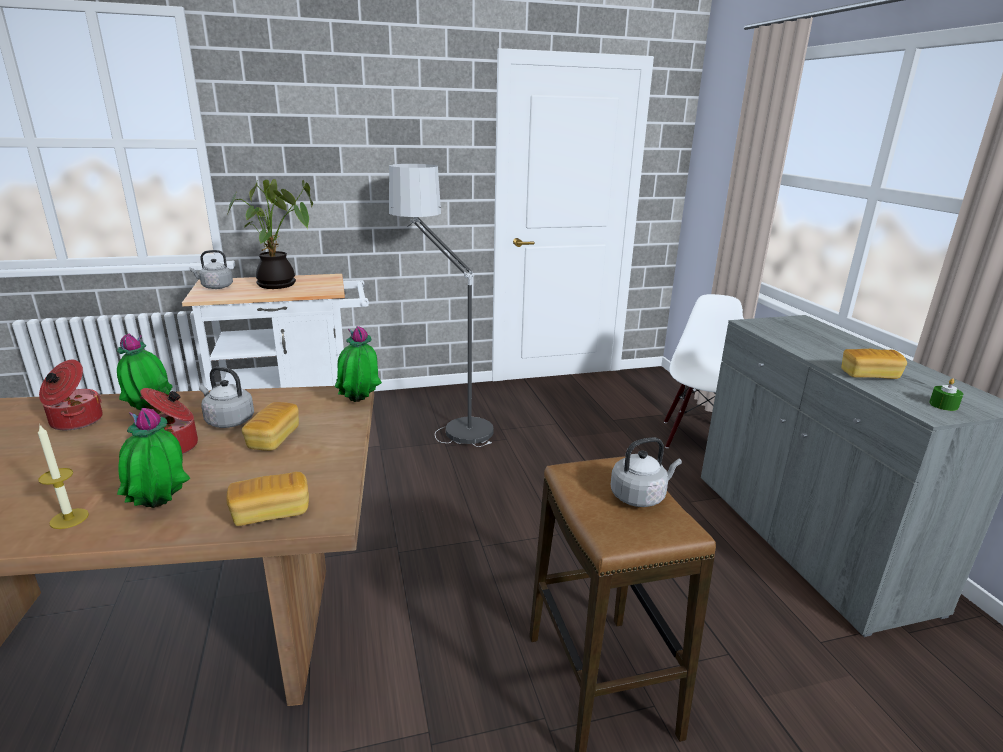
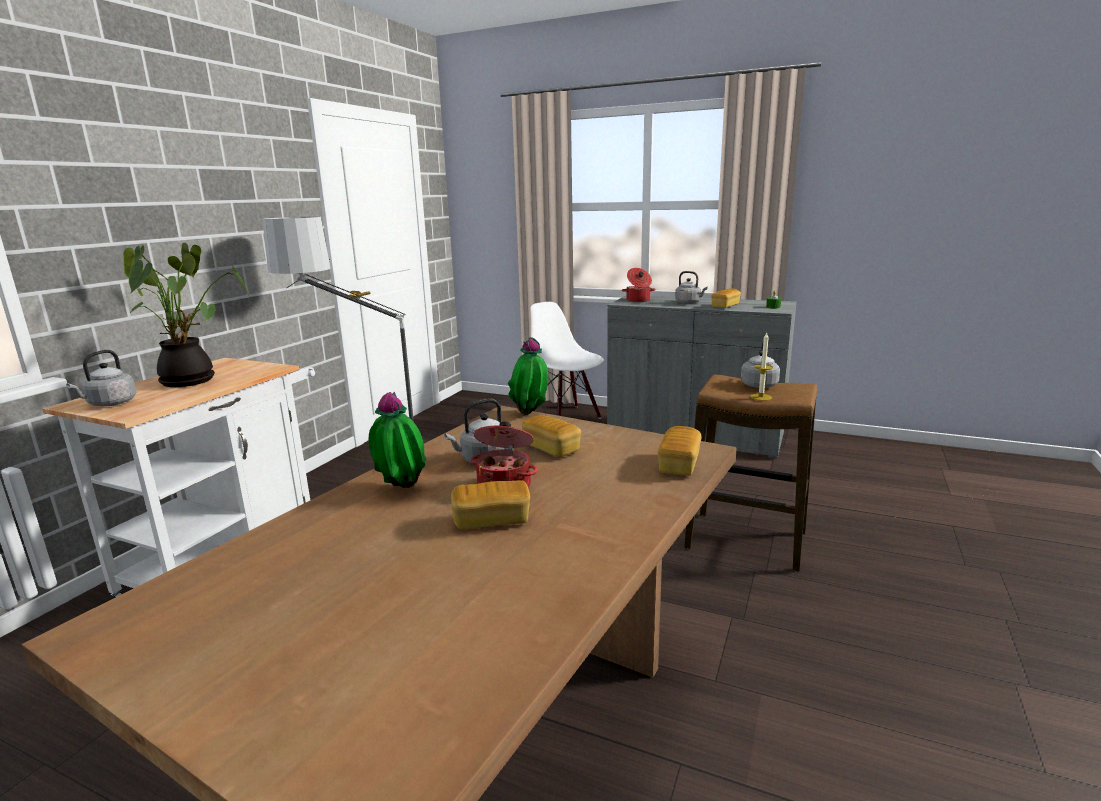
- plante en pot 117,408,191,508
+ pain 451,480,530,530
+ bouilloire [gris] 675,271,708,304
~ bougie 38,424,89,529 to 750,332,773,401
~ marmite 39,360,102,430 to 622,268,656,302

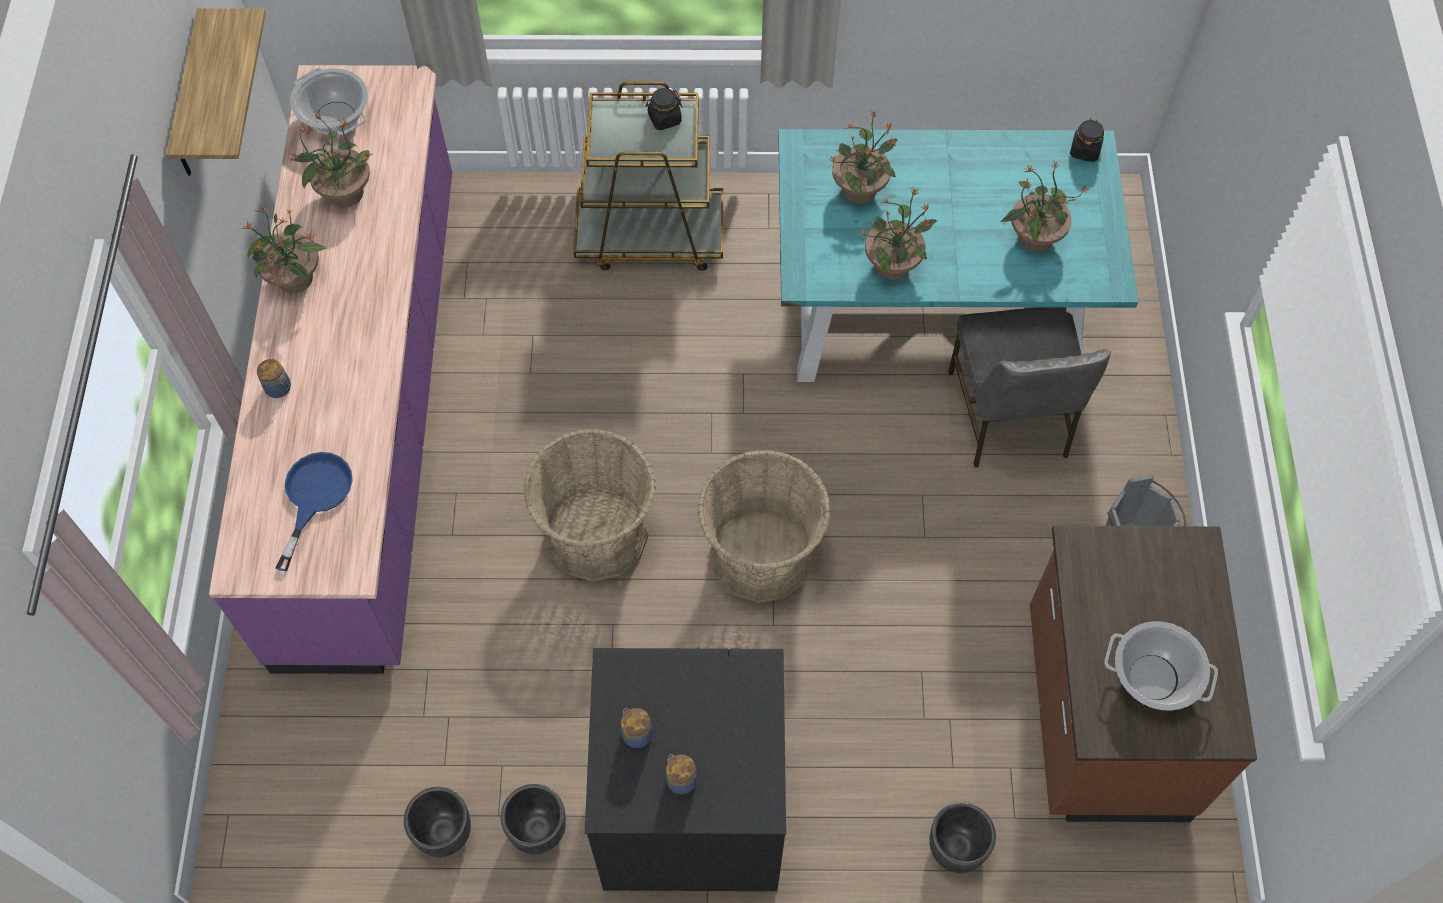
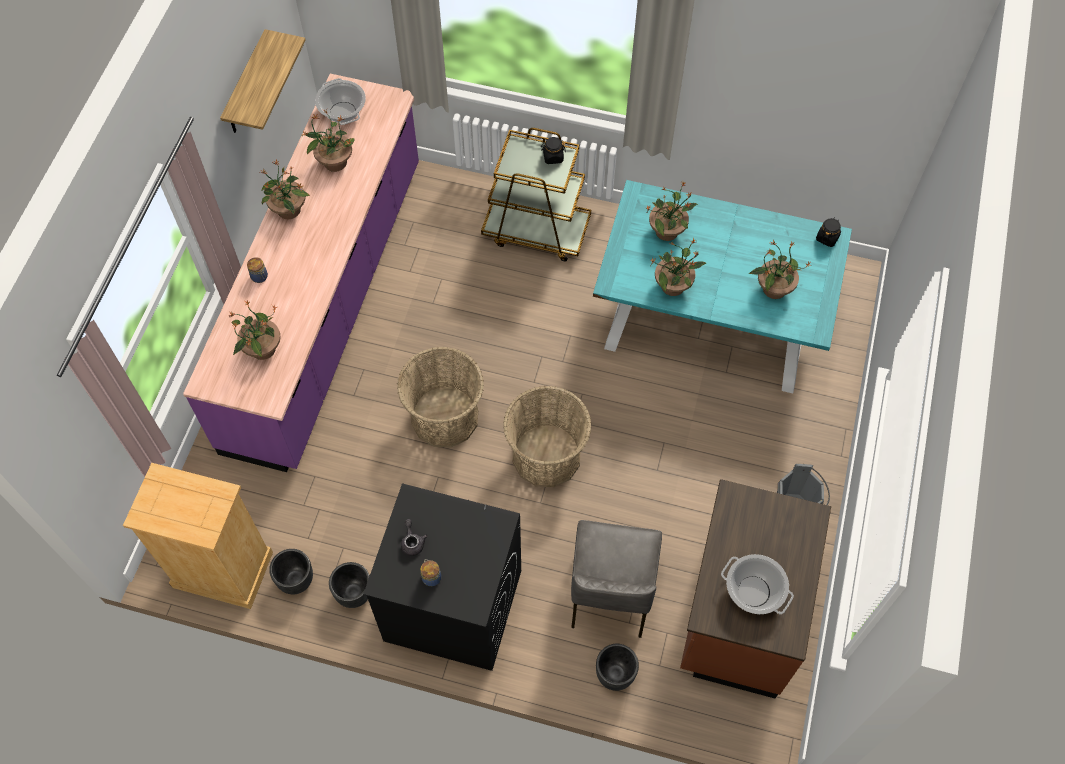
+ commode [beige] 123,463,273,609
~ chaise [gris] 948,307,1111,468 to 571,520,662,638
~ poêle [bleu] 275,452,353,571 to plante en pot 228,300,281,360
~ bocal 621,708,653,748 to théière [gris] 401,519,428,556

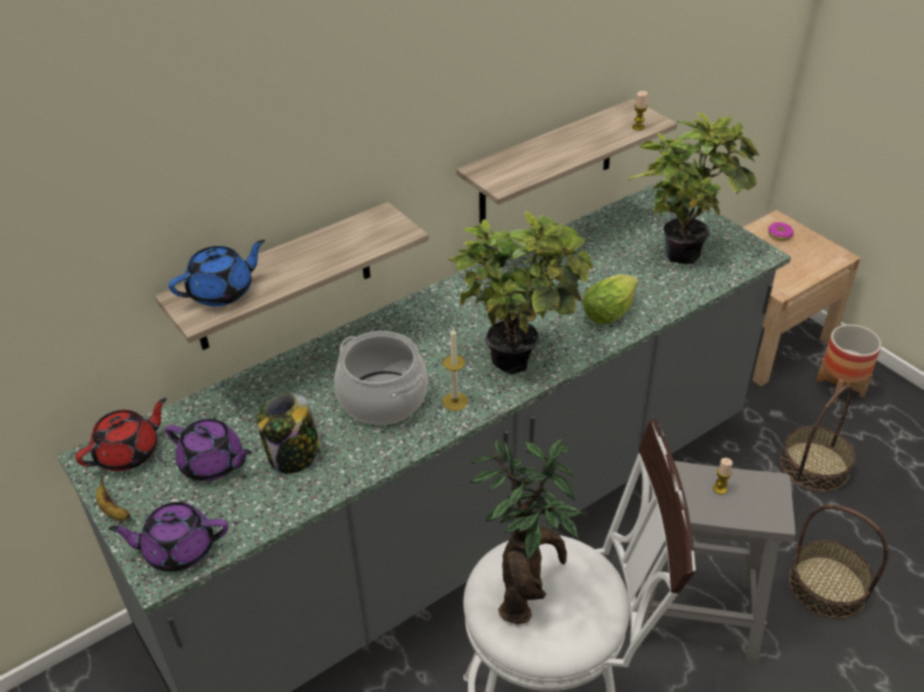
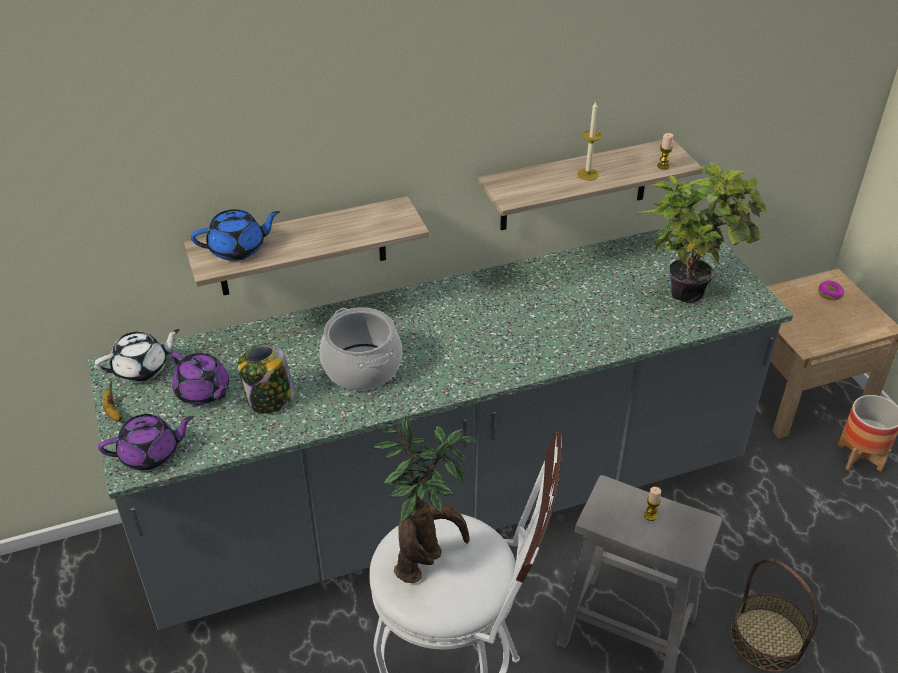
- plante en pot 448,211,593,375
- laitue 582,274,638,324
- panier 780,385,855,492
~ bougie 442,328,468,411 to 577,101,601,181
~ théière [rouge] 75,398,167,471 to théière [blanc] 95,329,180,382
~ théière [violet] 108,502,229,572 = 98,414,194,471 150 degrees clockwise

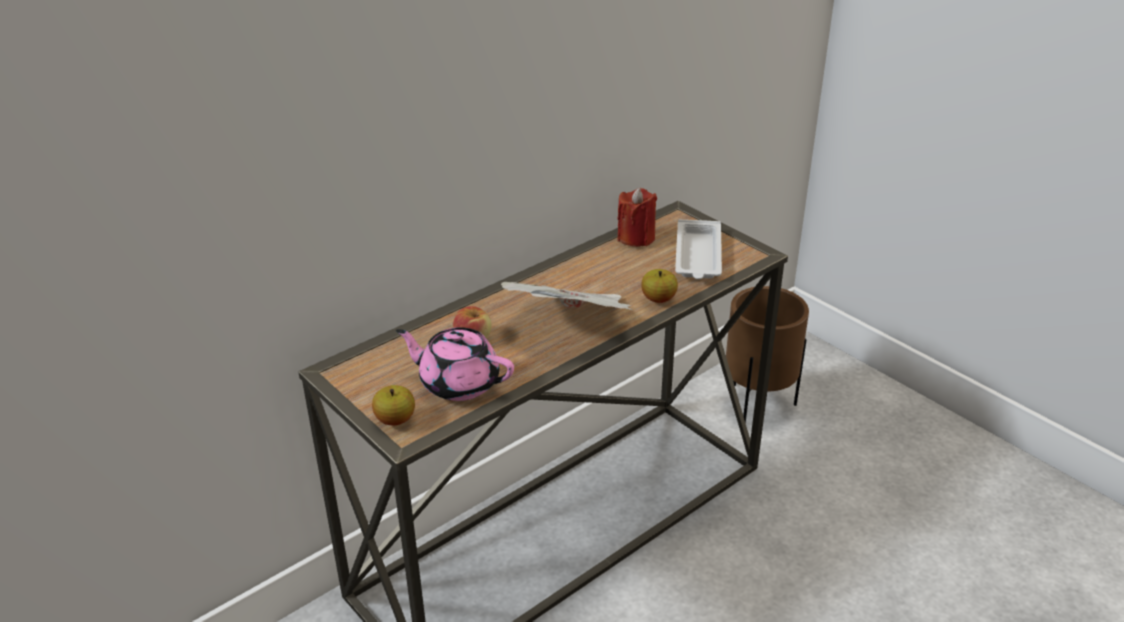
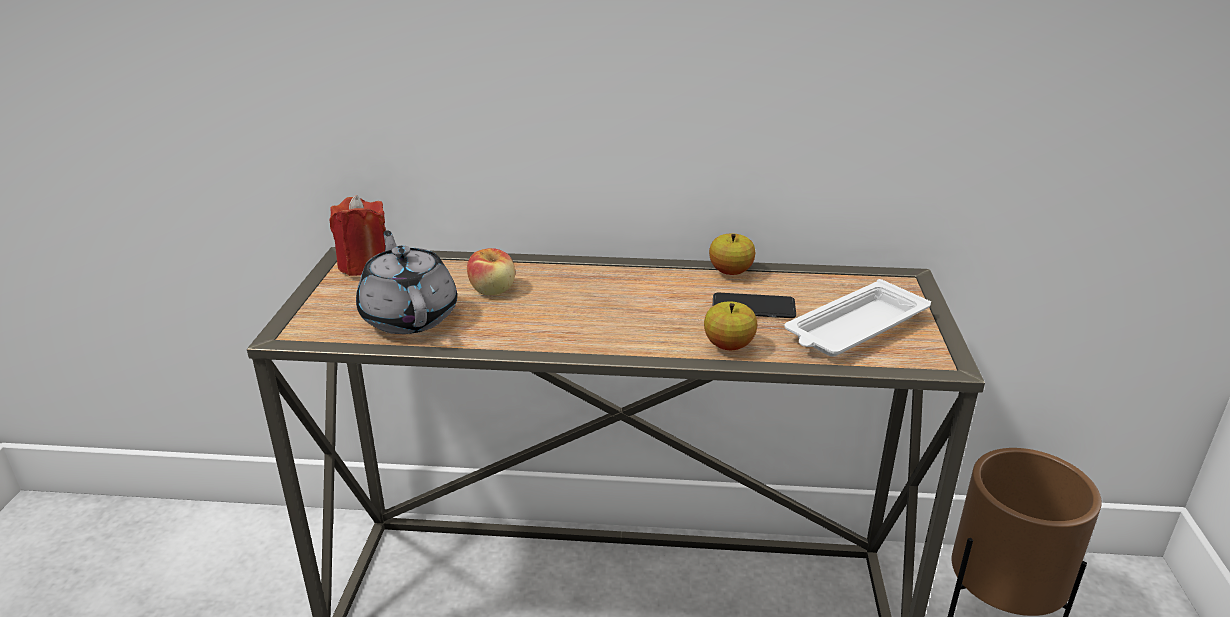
- journal 501,282,632,310
+ téléphone 713,293,796,318
~ pomme 372,385,415,426 to 709,234,755,275
~ bougie [rouge] 617,188,657,247 to 330,195,386,276
~ théière [rose] 396,327,514,401 to théière [gris] 356,230,457,334

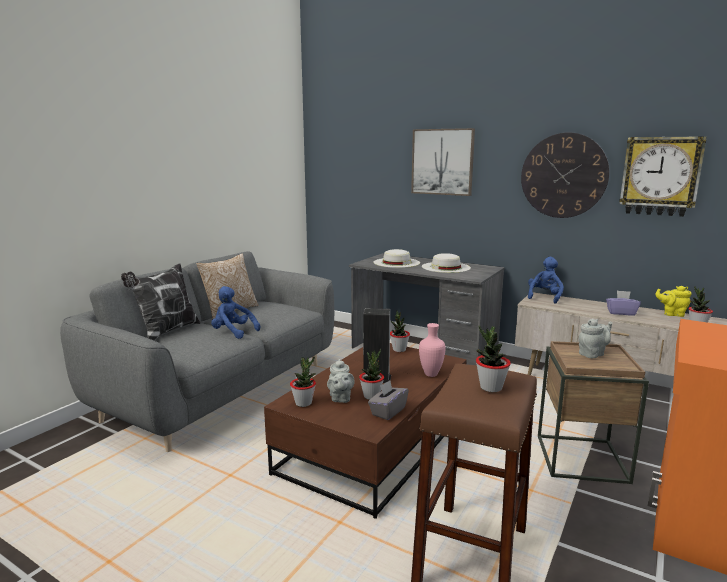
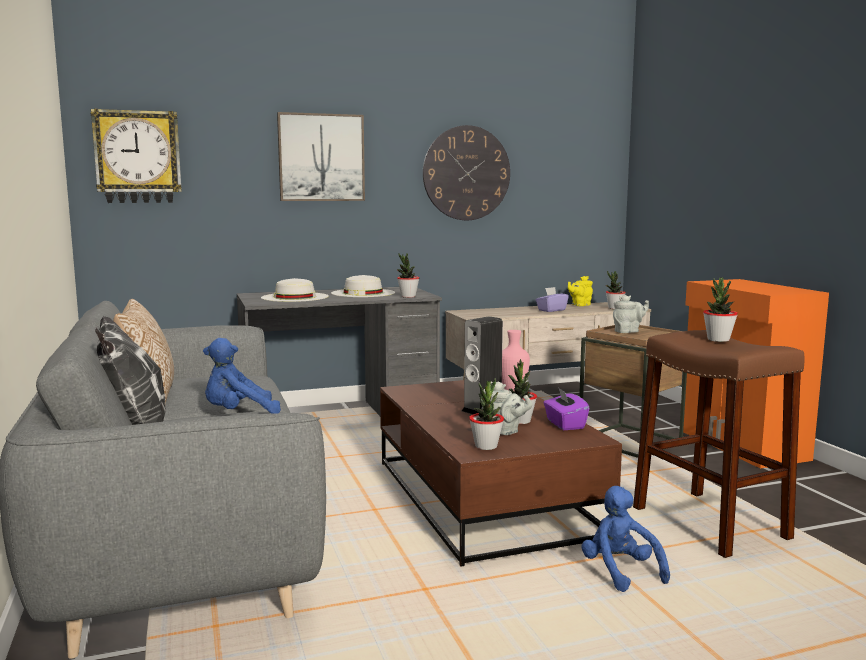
~ plante en pot 390,311,410,352 to 397,253,420,298
~ peluche [bleu] 528,257,564,304 to 581,486,670,592
~ horloge murale 619,136,707,217 to 91,108,182,203
~ boîte à mouchoirs [gris] 368,380,409,420 to boîte à mouchoirs [violet] 543,387,589,430
~ théière [gris] 579,319,613,358 = 613,295,649,333 60 degrees clockwise

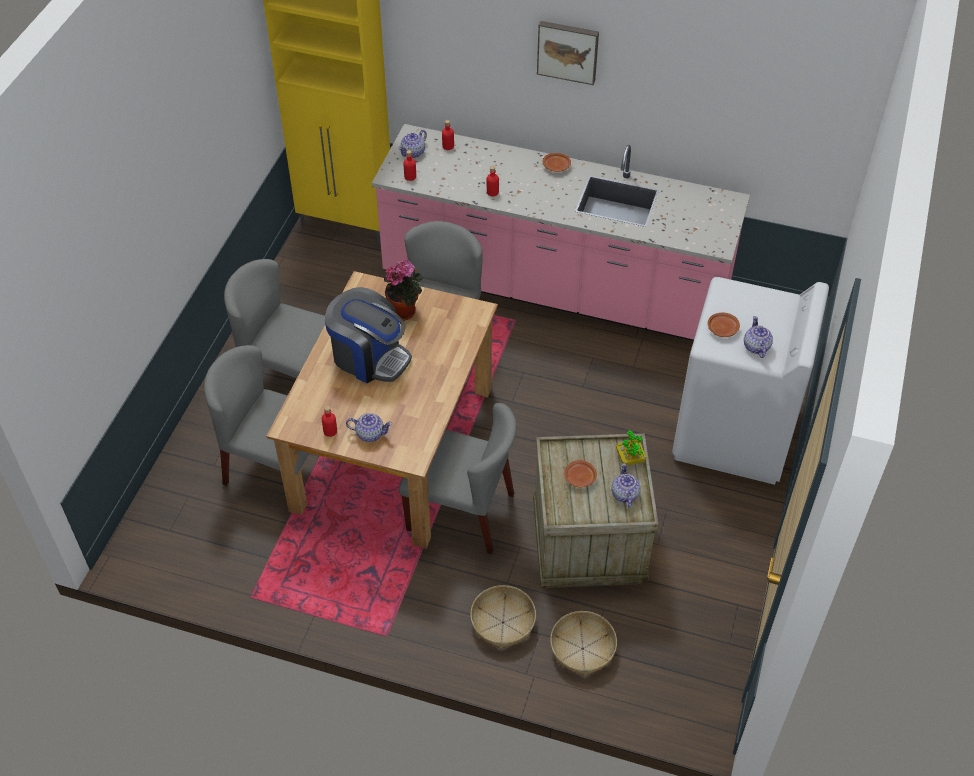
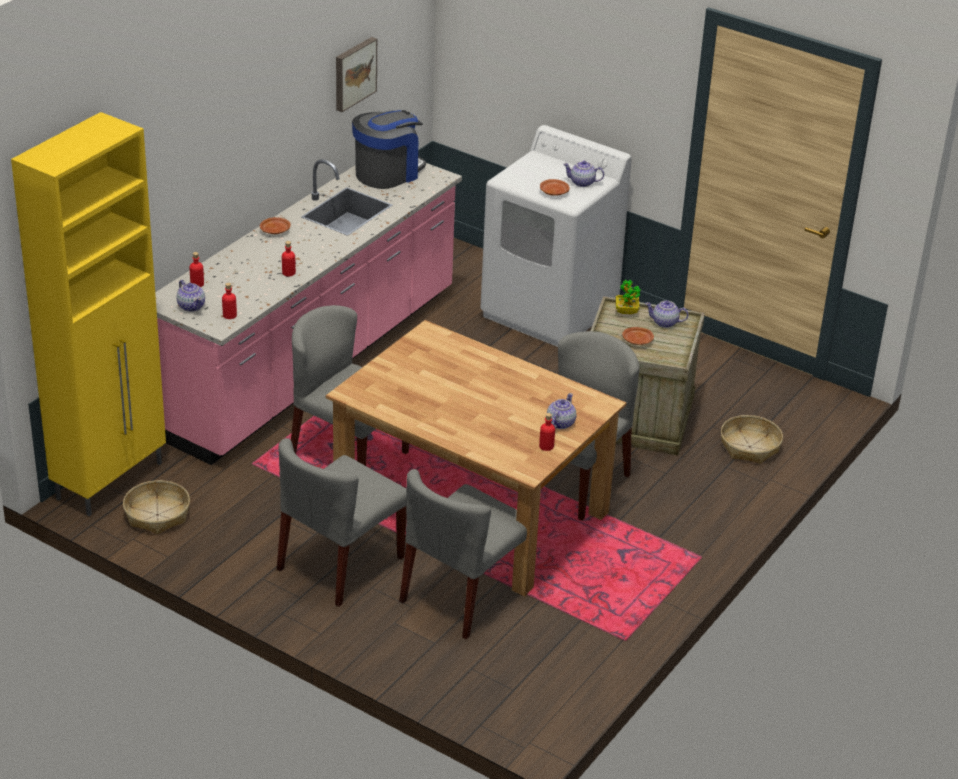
- plante en pot 384,260,423,320
~ machine à café 325,287,412,383 to 352,110,426,189
~ panier 470,585,536,649 to 123,480,190,534
~ tableau 537,21,599,85 to 336,37,377,112

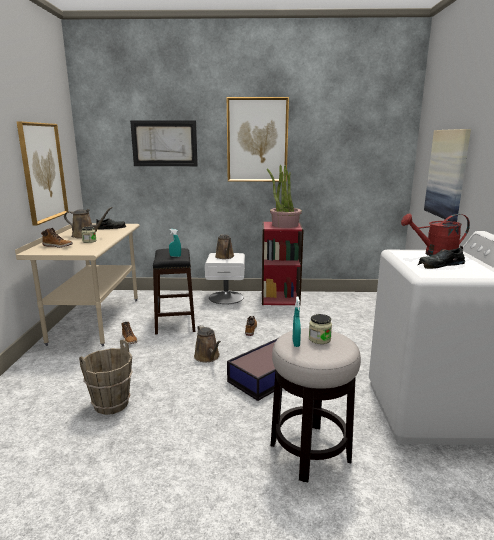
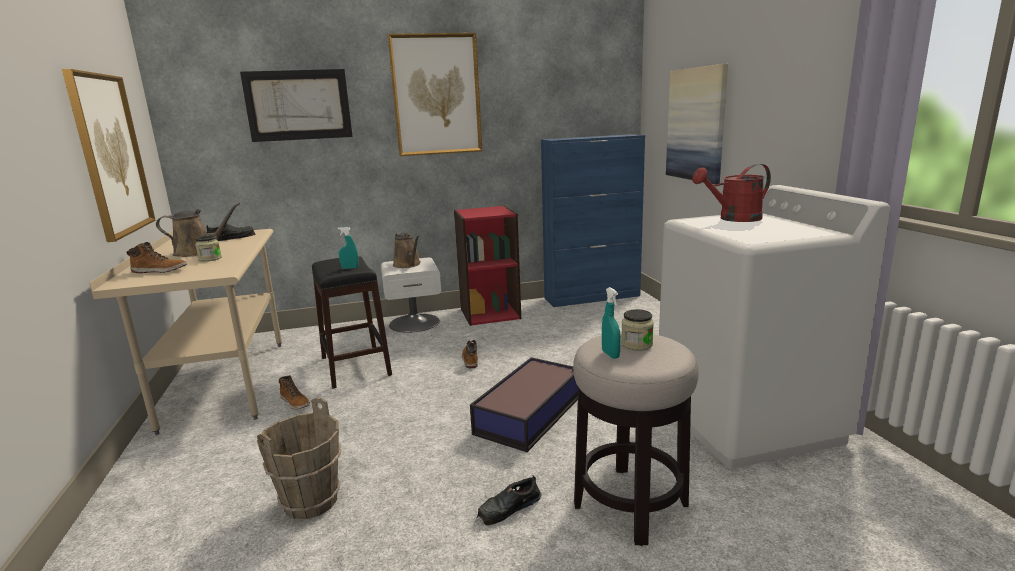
- arrosoir [marron] 194,325,221,362
- plante en pot 267,165,302,228
+ meuble de rangement [bleu] 541,134,645,307
~ chaussure [noir] 418,246,465,269 to 476,475,541,525

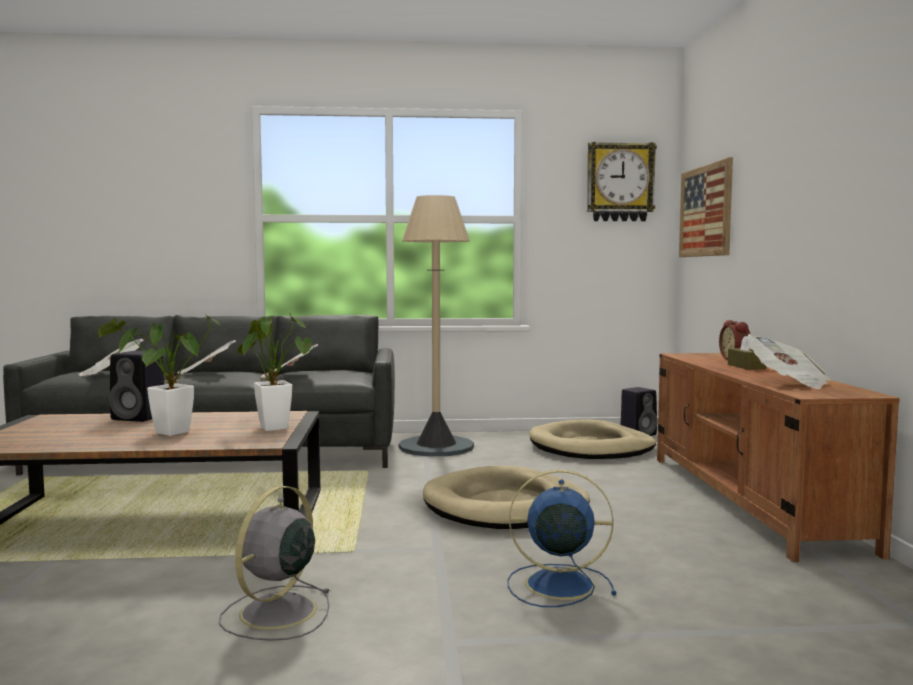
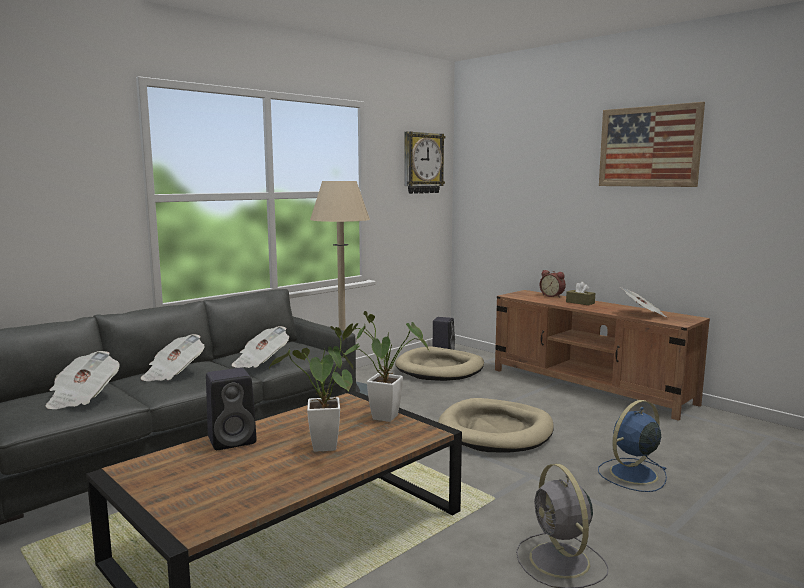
~ tableau 679,157,733,257 to 599,102,705,187

